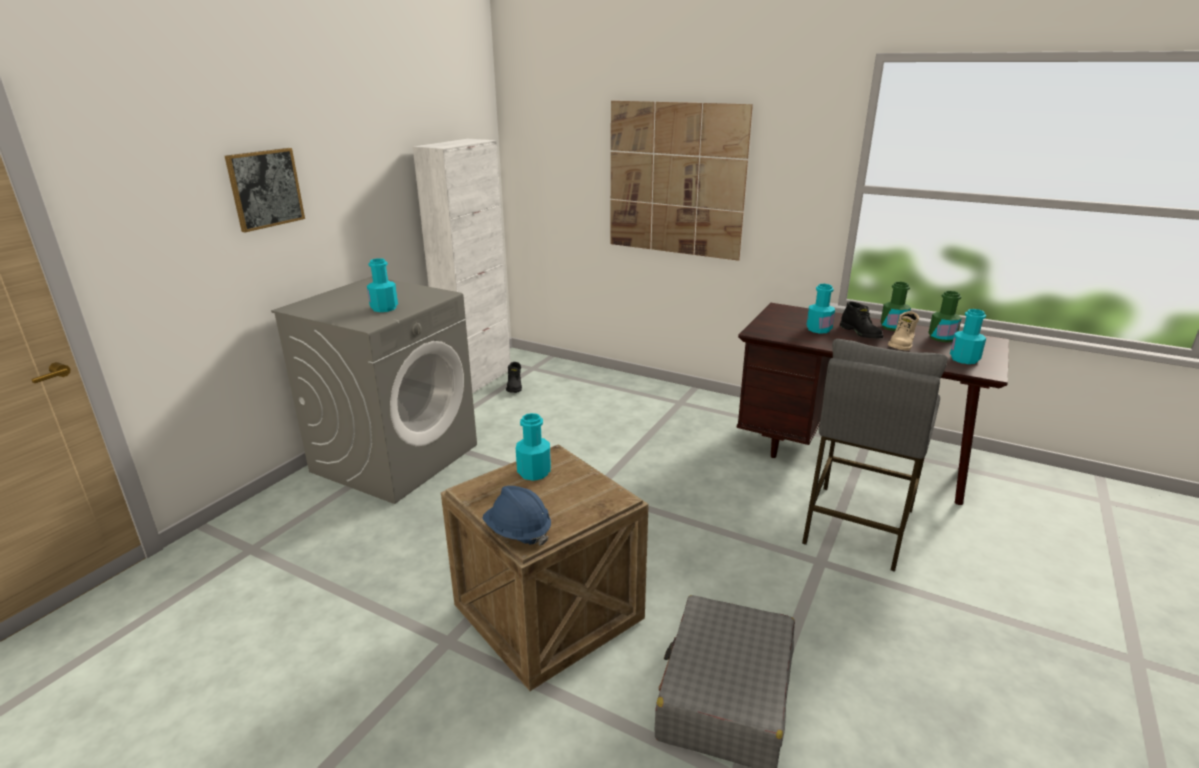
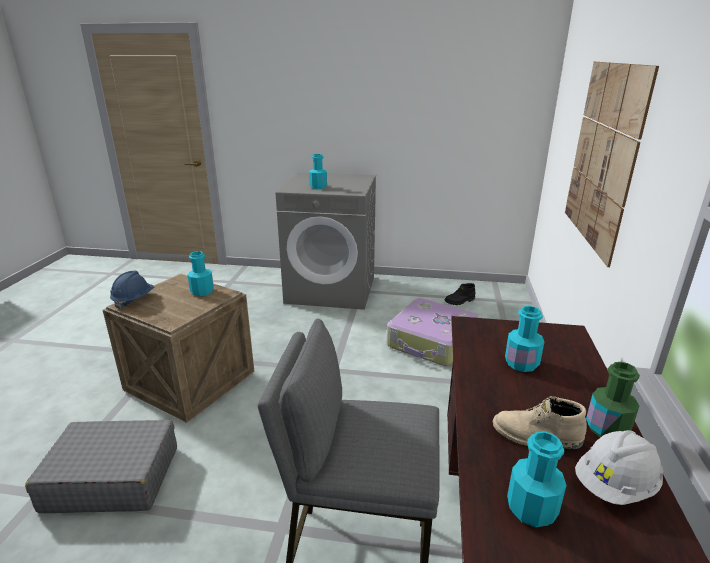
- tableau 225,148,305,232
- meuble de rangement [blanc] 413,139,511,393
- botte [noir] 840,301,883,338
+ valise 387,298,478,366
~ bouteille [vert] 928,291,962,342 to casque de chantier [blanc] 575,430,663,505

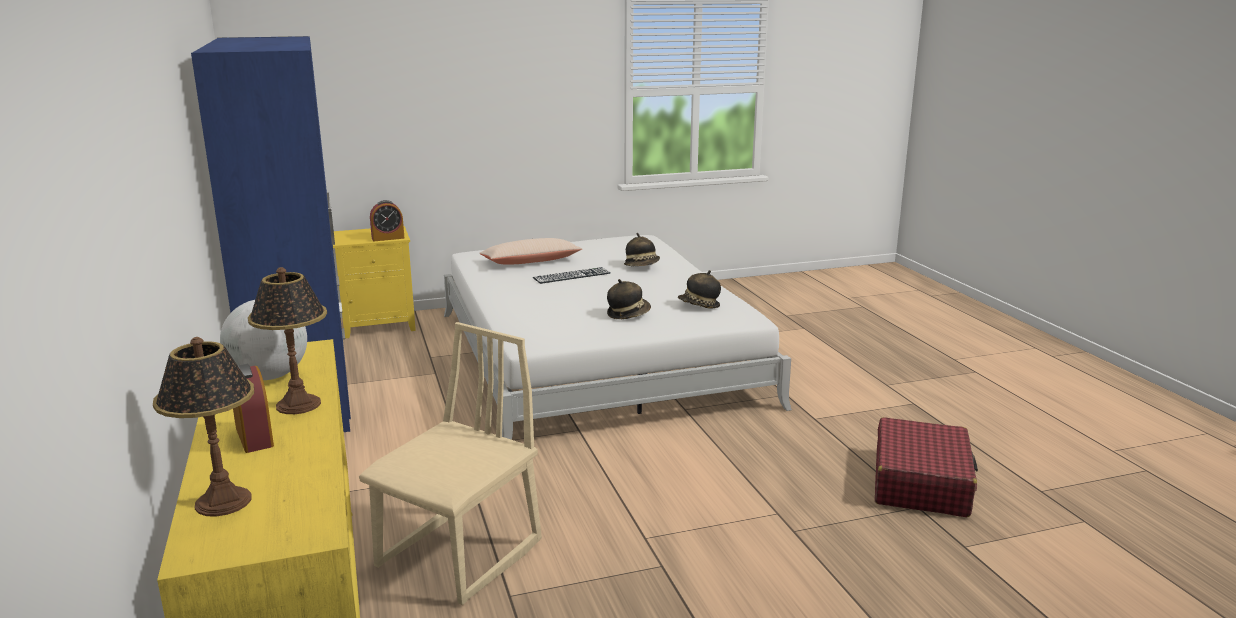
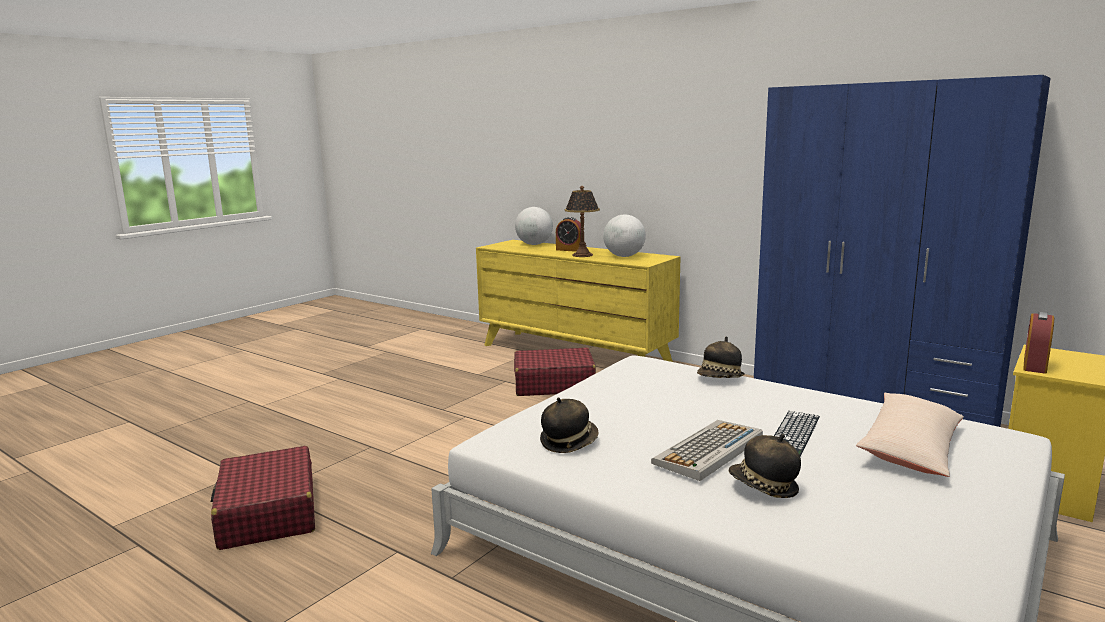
+ clavier 651,420,763,481
~ chapeau 607,279,651,319 to 697,336,745,378
~ lampe de table 153,337,254,517 to globe 515,207,553,245
~ chaise [beige] 359,322,542,605 to valise [rouge] 514,348,596,396

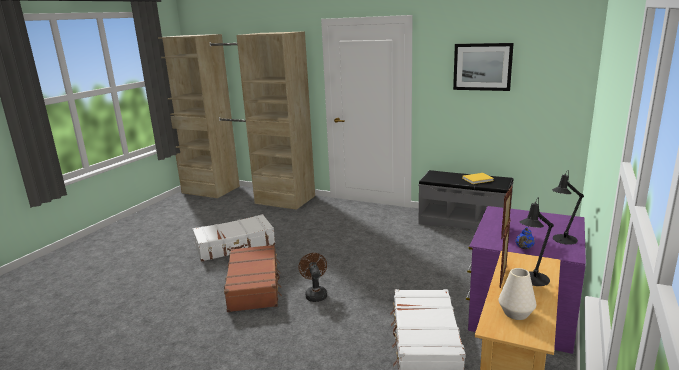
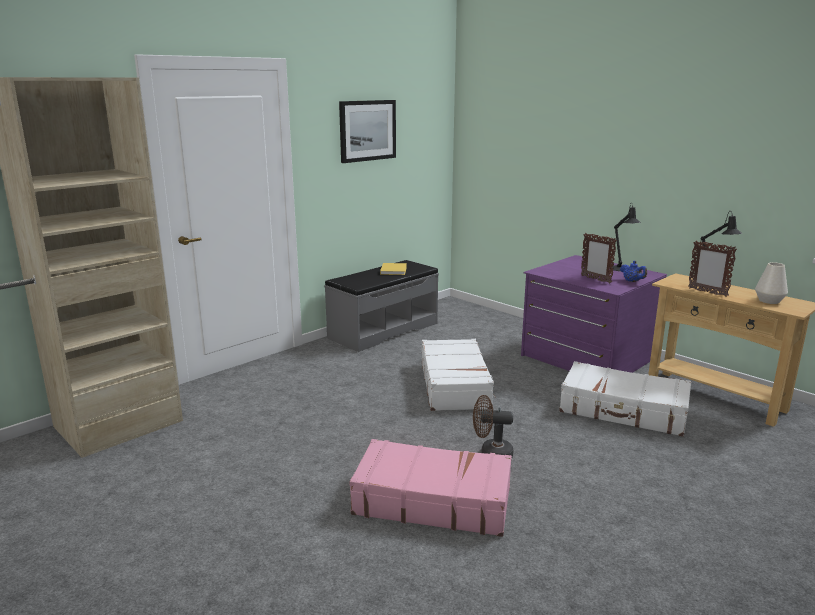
~ valise [blanc] 193,214,275,262 to 422,339,496,411
~ valise [marron] 224,244,282,312 to valise [rose] 349,439,512,537

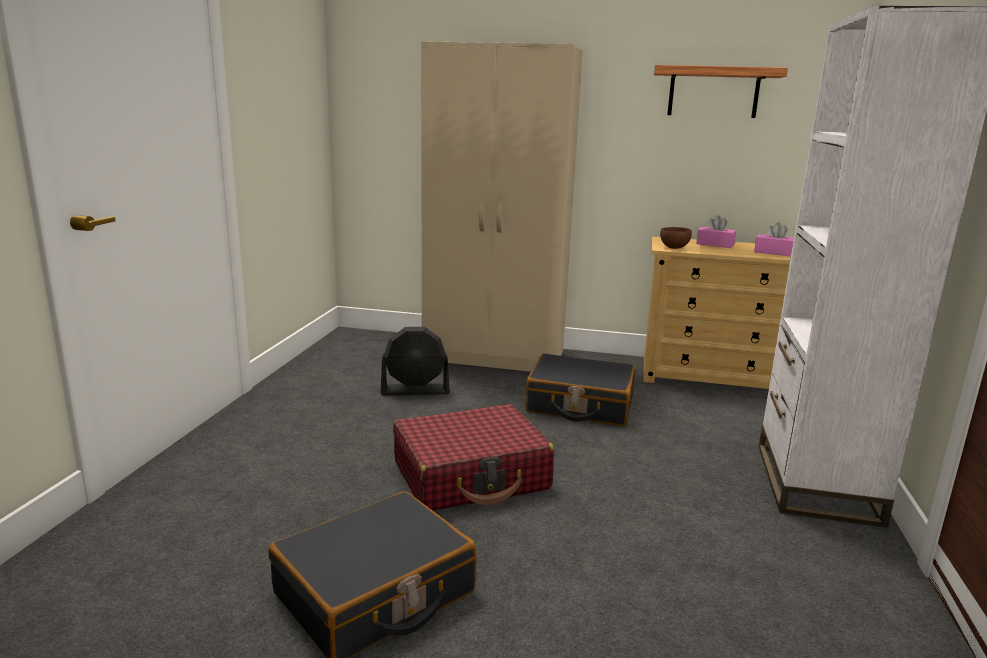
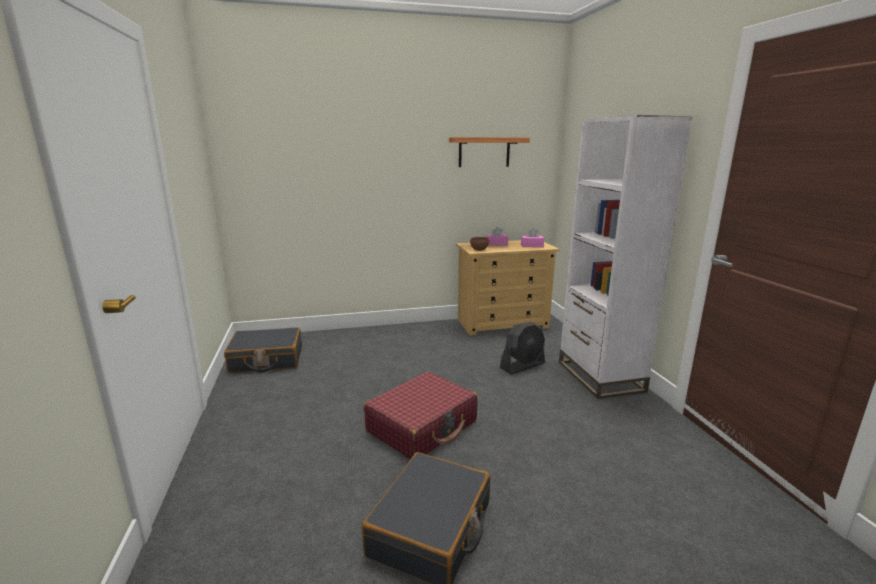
- armoire [beige] 421,41,583,372
~ ventilateur [noir] 380,327,450,396 to 500,322,545,374
~ valise [noir] 526,353,635,426 to 224,327,302,373

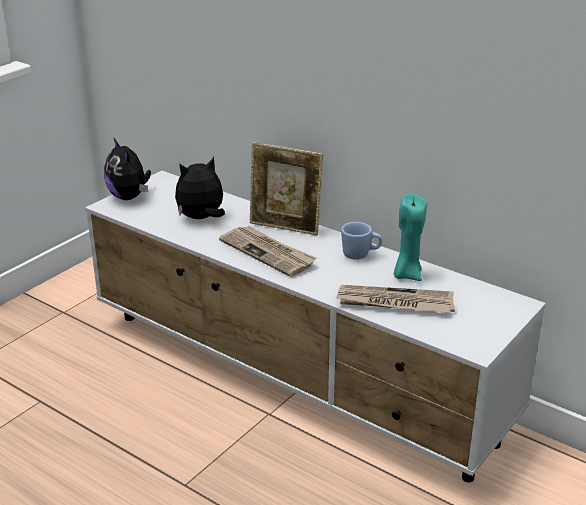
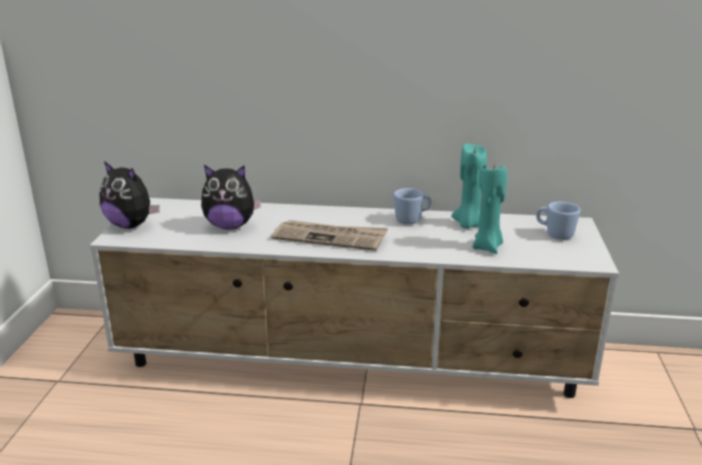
- cadre photo 250,142,323,235
+ mug [bleu] 536,202,580,240
~ journal 336,285,455,313 to bougie [turquoise] 472,162,507,254
~ peluche 175,157,225,219 = 201,165,261,229 120 degrees counterclockwise

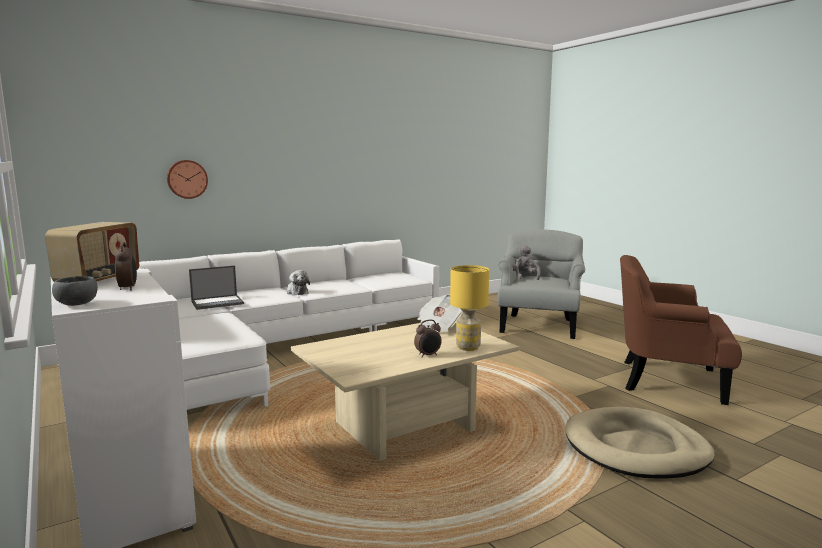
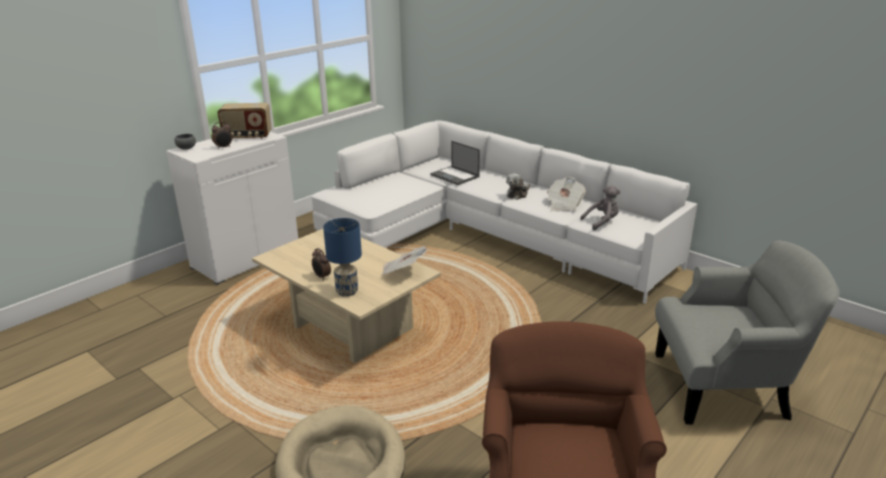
- horloge murale 167,160,208,199
+ journal 547,177,586,212
~ peluche [gris] 513,245,541,280 to 580,185,621,230
~ lampe de table [jaune] 450,265,489,351 to lampe de table [bleu] 323,218,362,297

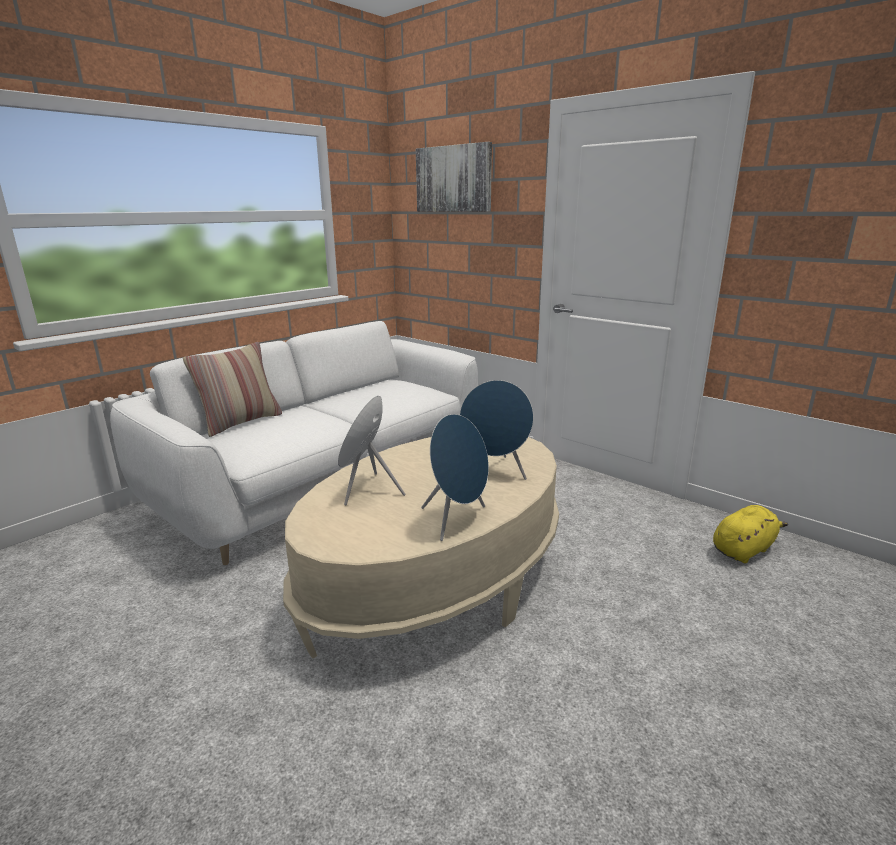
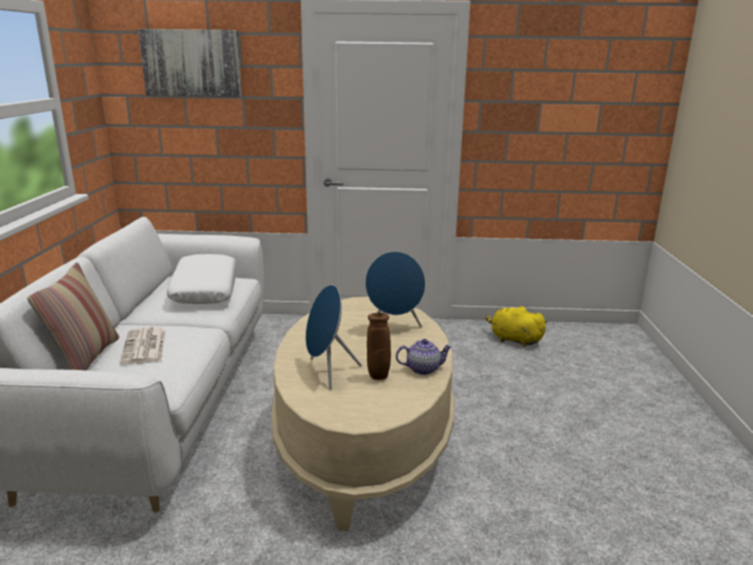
+ journal 120,327,166,365
+ coussin [blanc] 167,254,237,304
+ vase [marron] 367,313,391,380
~ enceinte [bleu] 421,414,489,541 to théière 396,339,453,375
~ peluche [jaune] 713,505,788,563 = 486,306,547,347 75 degrees counterclockwise

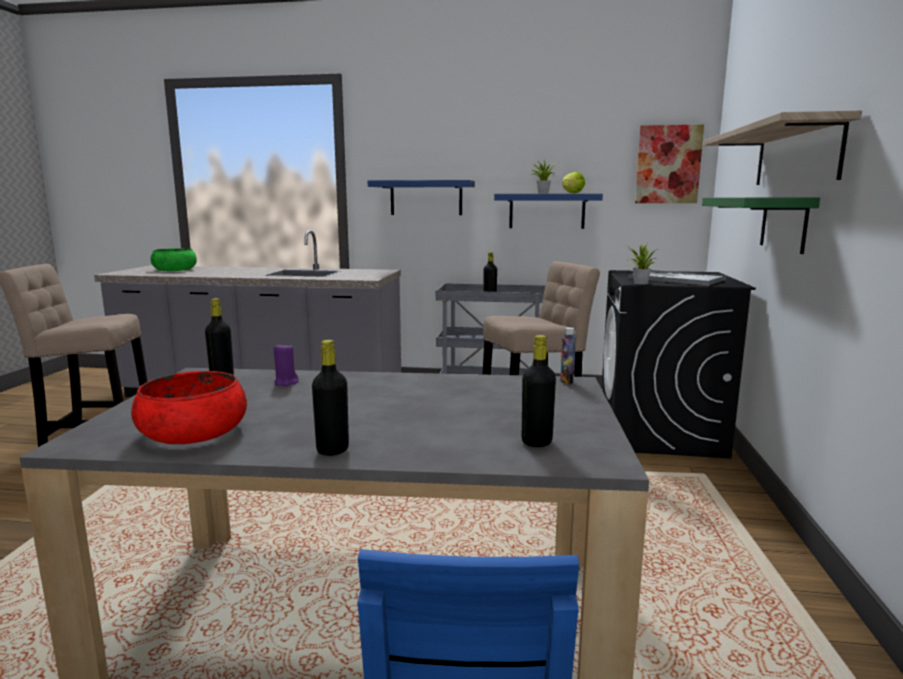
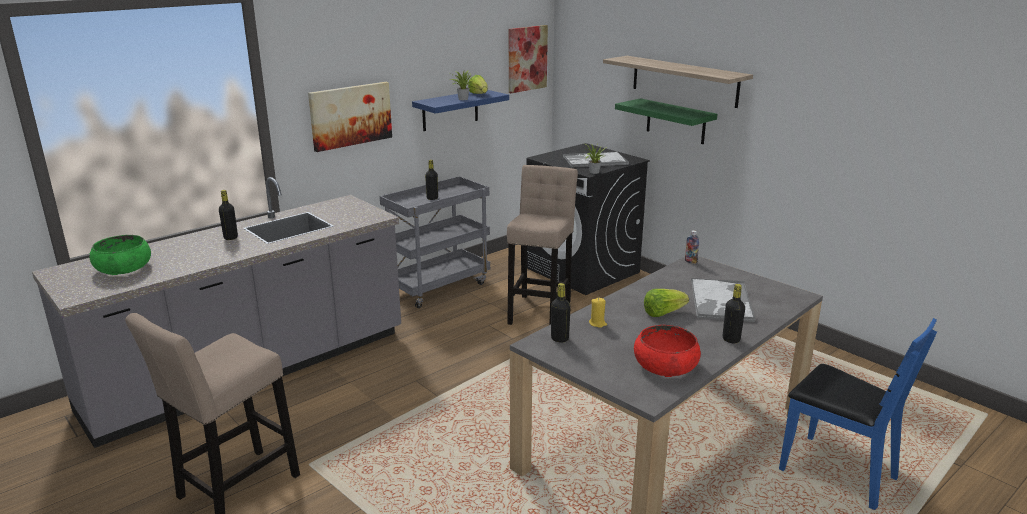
+ laitue 644,289,689,317
+ plateau 691,278,755,322
~ bouteille [noir] 522,335,556,447 to 219,190,238,240
~ étagère [bleu] 368,180,475,215 to tableau 308,82,392,152
~ bougie [violet] 274,343,299,386 to bougie [jaune] 589,298,607,328

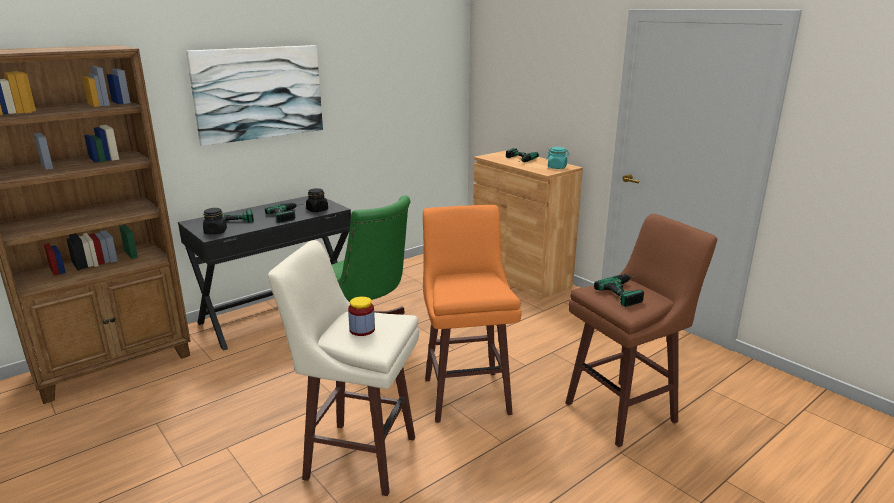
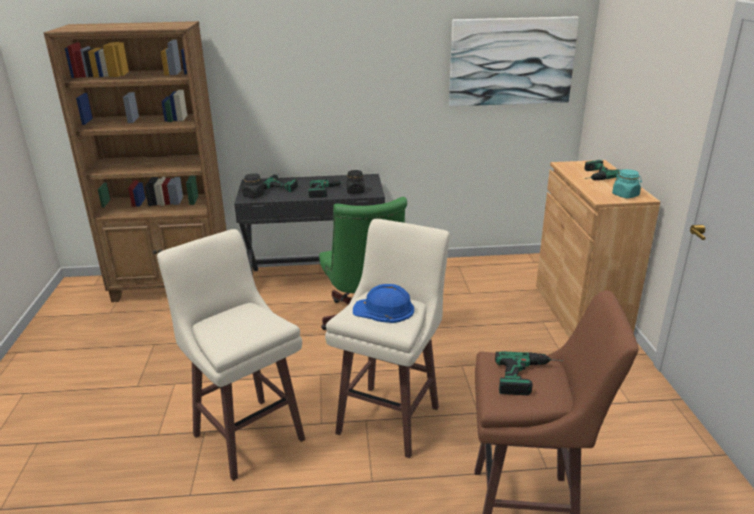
- bocal 348,296,375,336
+ casque de chantier [bleu] 353,284,414,323
~ tableau 186,45,323,146 to 449,17,579,106
~ tabouret [orange] 423,205,522,423 to tabouret [beige] 325,219,450,458

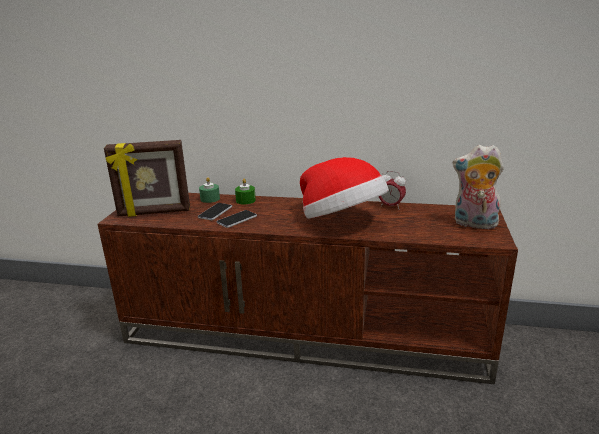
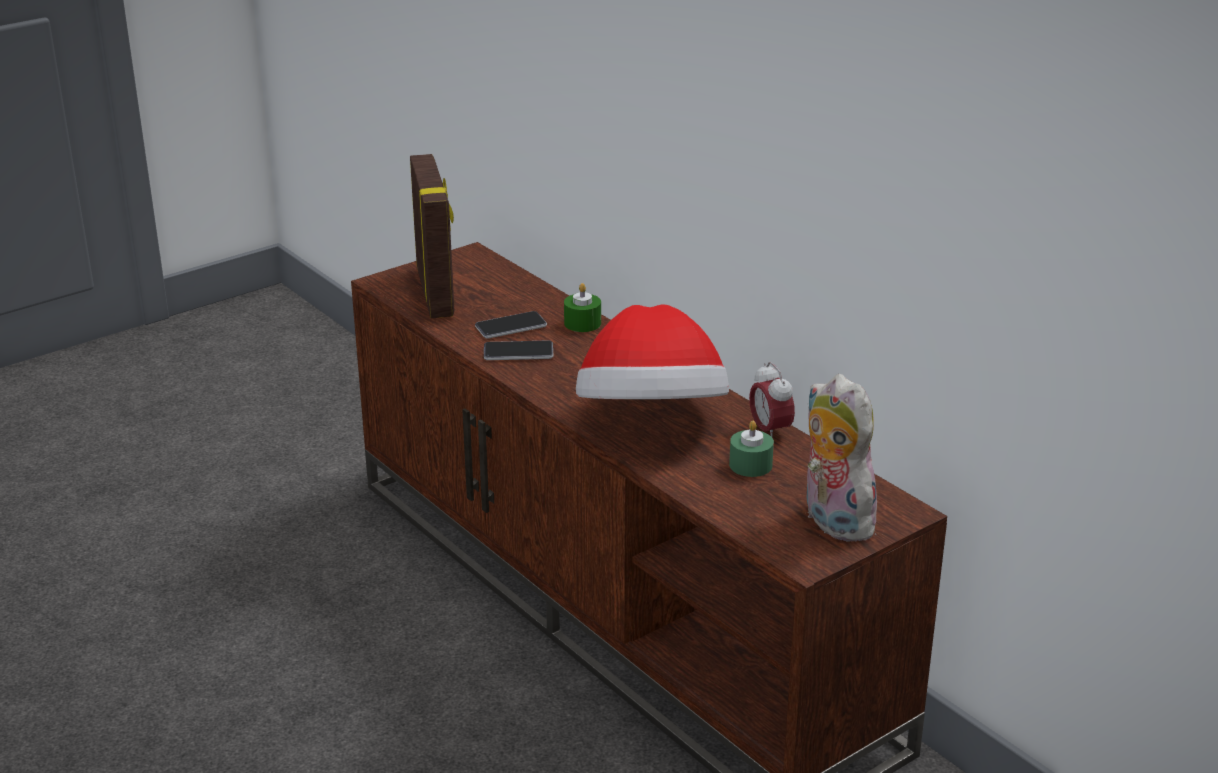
~ bougie [vert] 199,177,220,203 to 729,421,774,477
~ cadre photo 104,140,190,217 = 410,154,454,318 135 degrees counterclockwise

